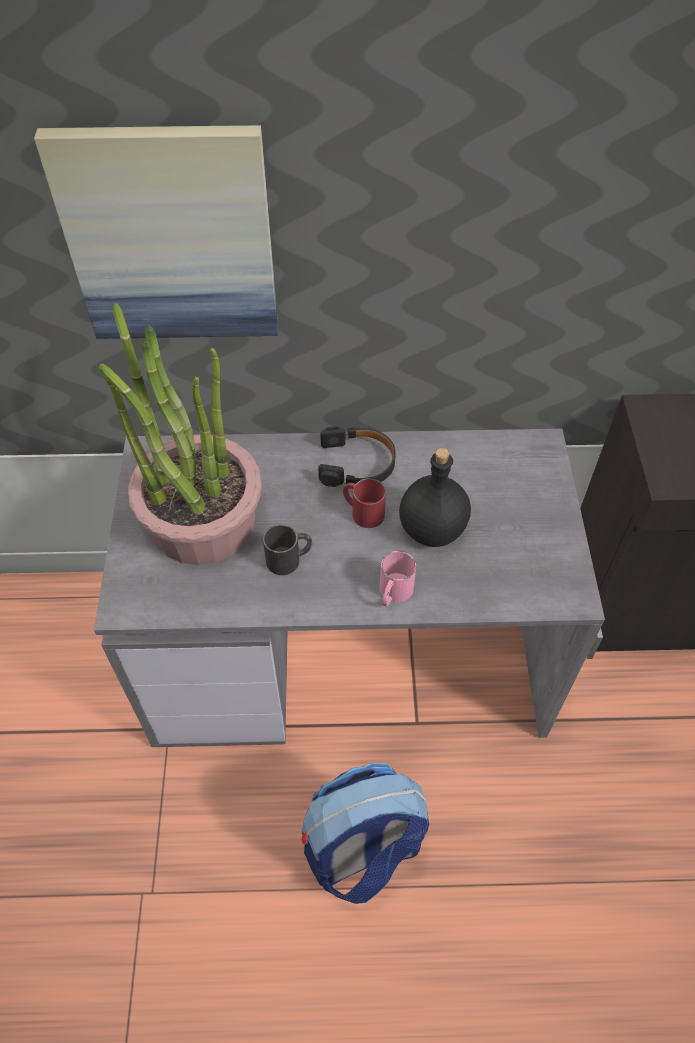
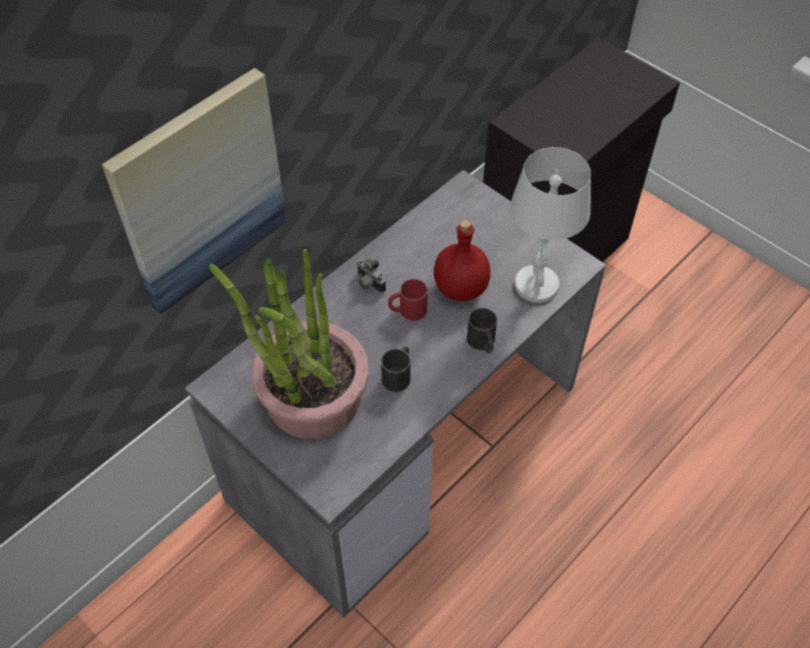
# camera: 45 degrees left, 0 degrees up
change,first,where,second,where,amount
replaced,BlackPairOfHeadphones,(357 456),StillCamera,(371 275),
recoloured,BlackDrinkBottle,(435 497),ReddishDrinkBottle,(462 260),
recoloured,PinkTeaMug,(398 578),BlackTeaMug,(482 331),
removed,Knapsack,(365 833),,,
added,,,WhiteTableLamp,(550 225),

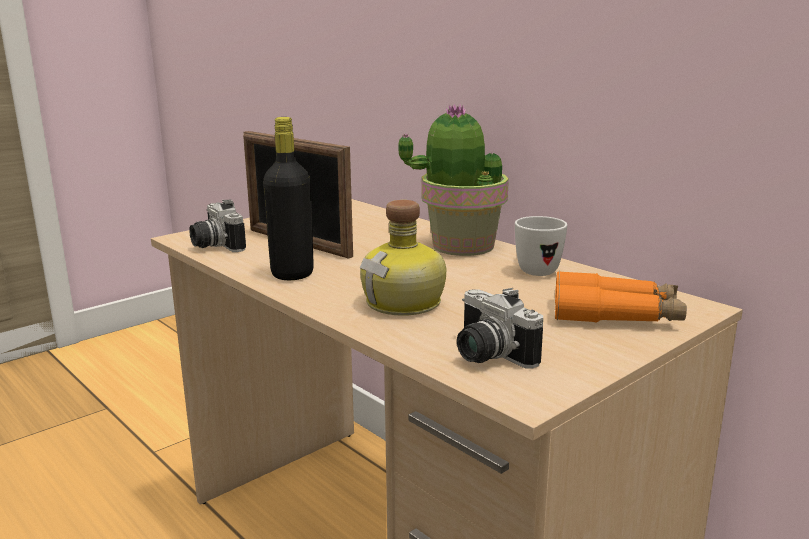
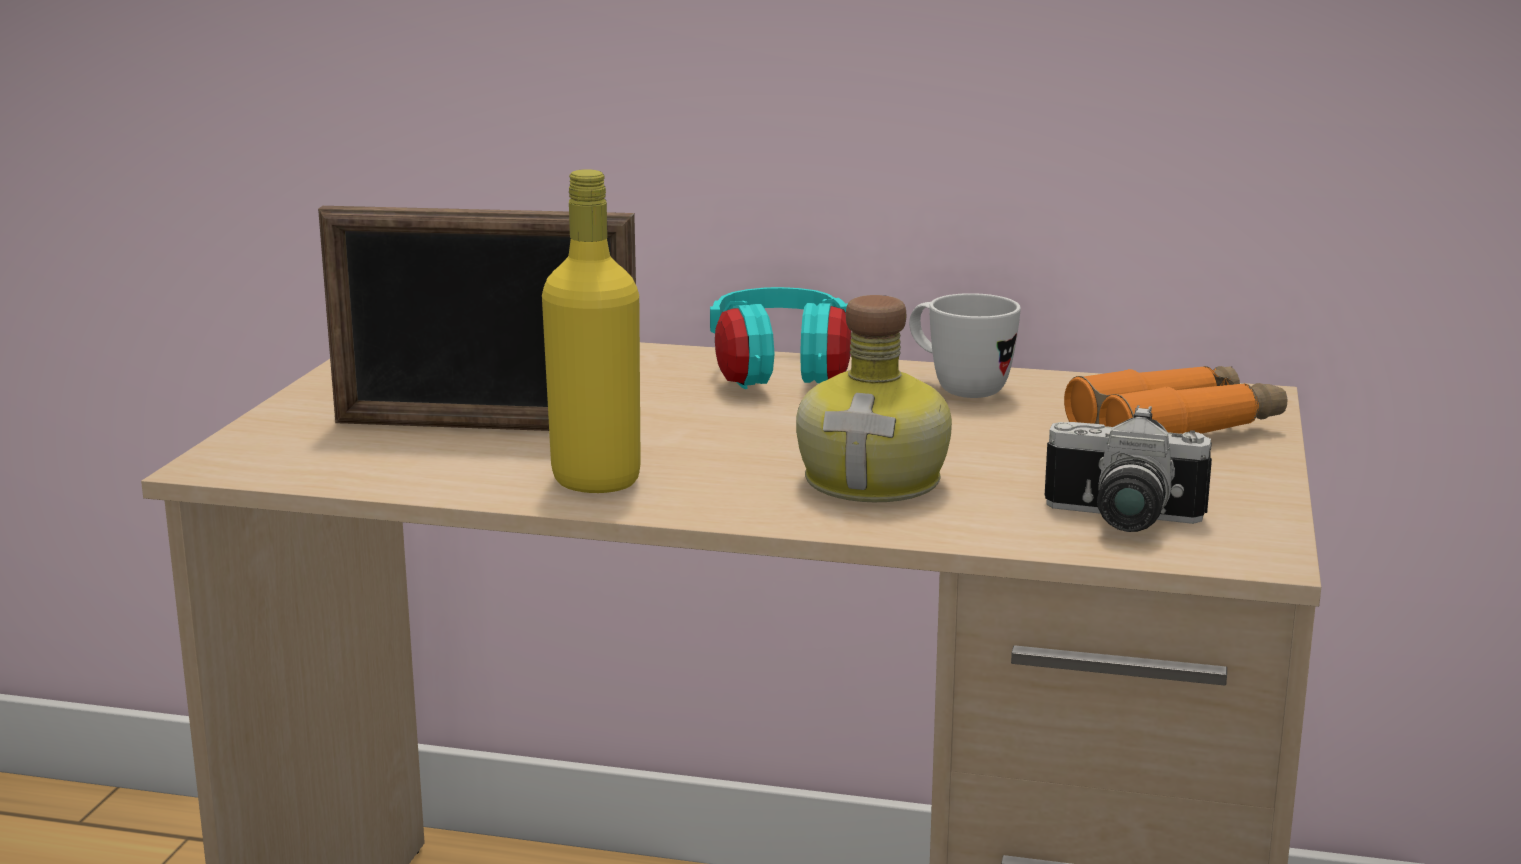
# camera: 35 degrees left, 0 degrees up
change,first,where,second,where,amount
replaced,PottedPlant,(453 180),TurquoiseColouredPairOfHeadphones,(780 338),
recoloured,BlackDrinkBottle,(288 198),YellowColouredDrinkBottle,(591 331),
removed,StillCamera,(217 226),,,

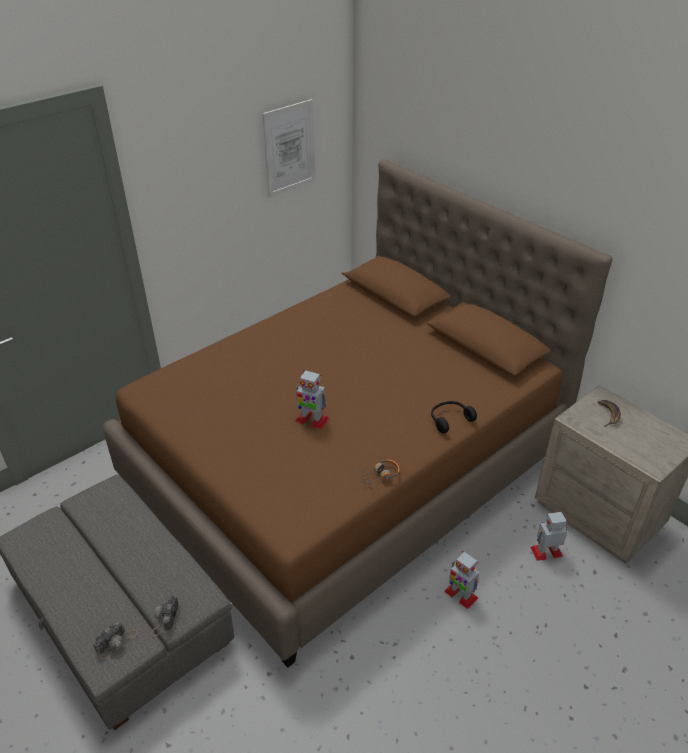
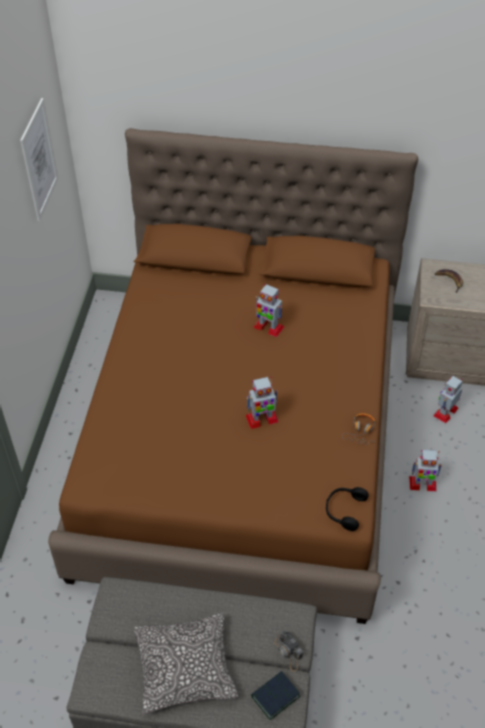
# camera: 40 degrees left, 10 degrees up
change,first,where,second,where,amount
moved,BlackPairOfHeadphones,(454 417),,(347 509),
replaced,StillCamera,(115 640),Book,(275 695),
added,,,ToyRobot,(268 310),
added,,,ThrowPillow,(186 663),

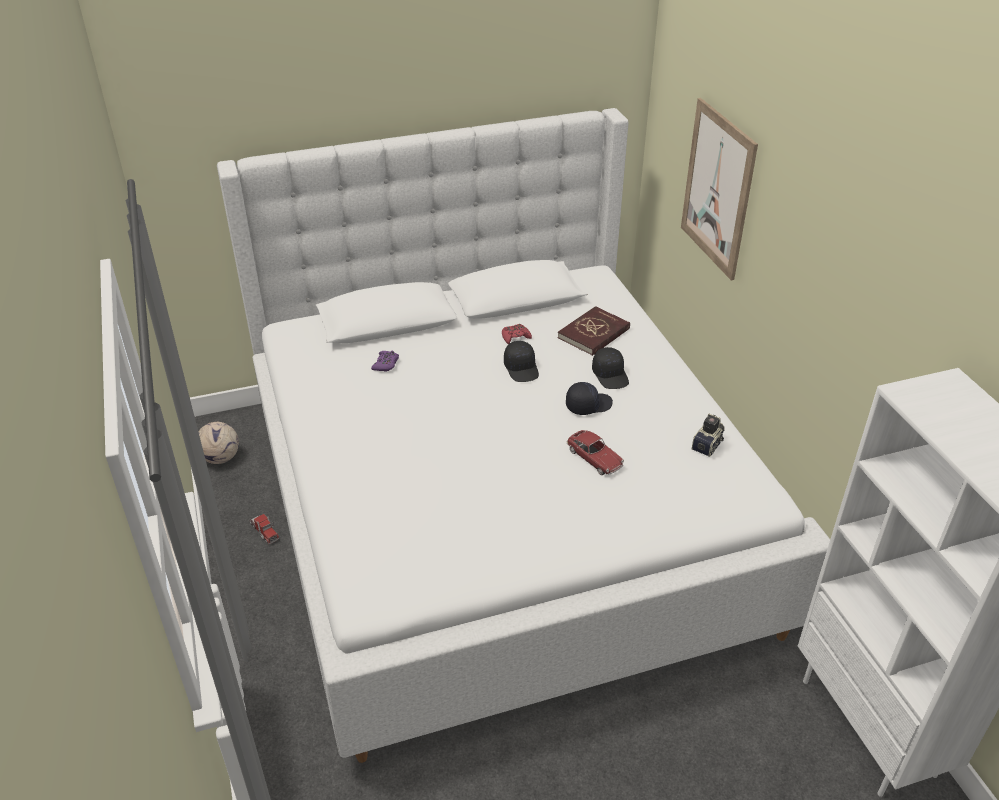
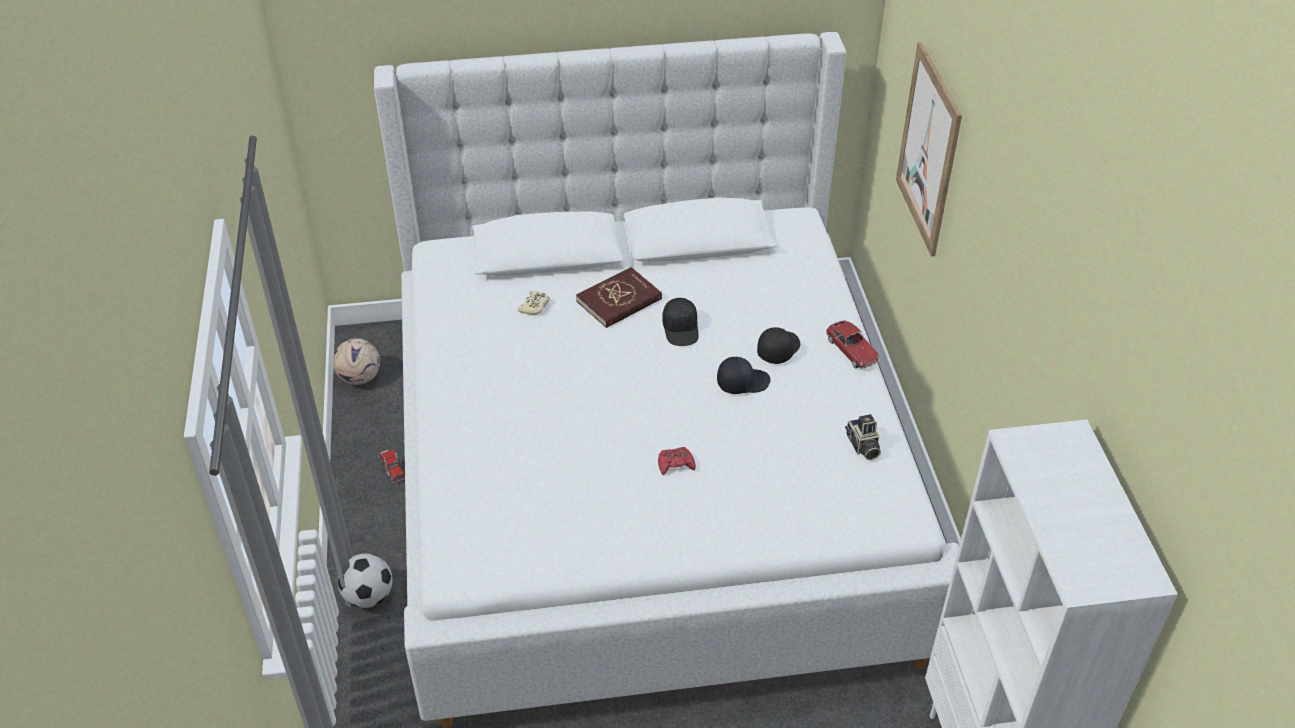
# camera: 10 degrees right, 5 degrees up
change,first,where,second,where,amount
moved,ReddishBook,(594 331),,(619 297),
moved,ReddishGamepad,(517 334),,(677 461),
turned,BlackPeakedCap,(610 368),,(778 345),135 degrees counterclockwise
recoloured,PurplishGamepad,(385 361),SandColouredGamepad,(533 303),
turned,StillCamera,(708 435),,(863 437),120 degrees clockwise
moved,MiniatureCar,(595 452),,(853 344),
added,,,Football,(365 580),

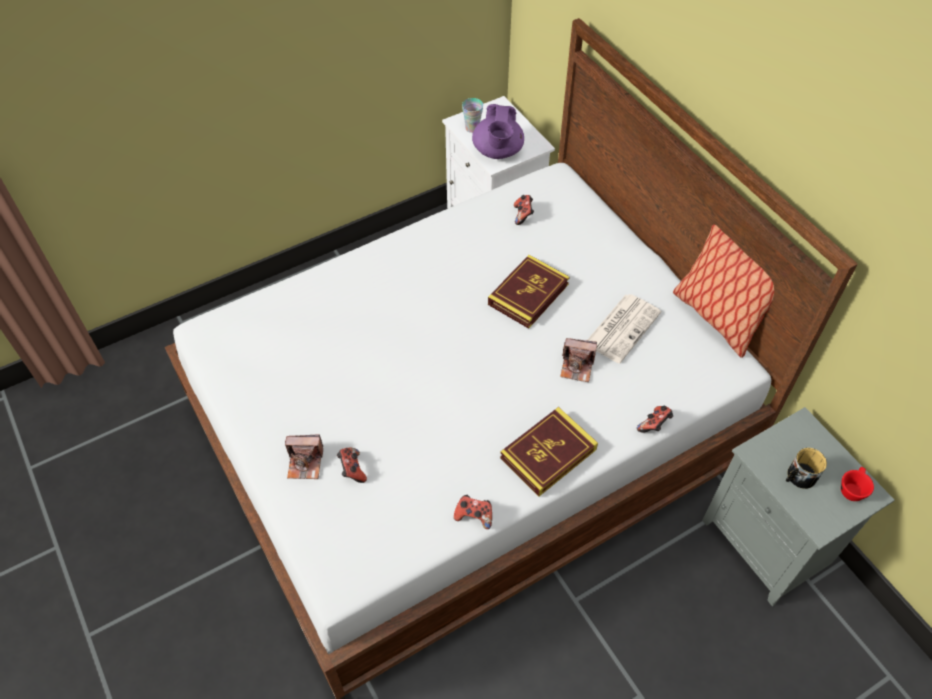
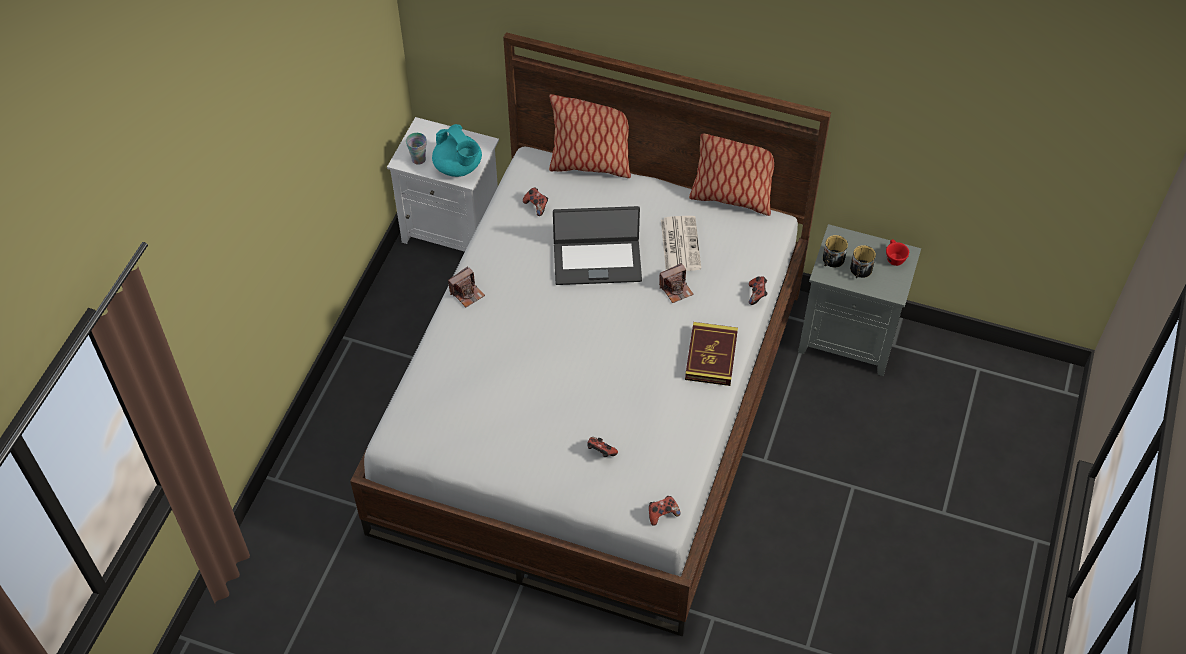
# camera: 40 degrees left, 0 degrees up
change,first,where,second,where,amount
recoloured,PurplishTeaPot,(498 131),TurquoiseColouredTeaPot,(457 150),
replaced,Book,(528 292),Laptop,(597 245),
moved,StillCamera,(304 456),,(466 286),
moved,Gamepad,(473 512),,(664 511),
added,,,ThrowPillow,(590 136),
added,,,TeaMug,(835 251),

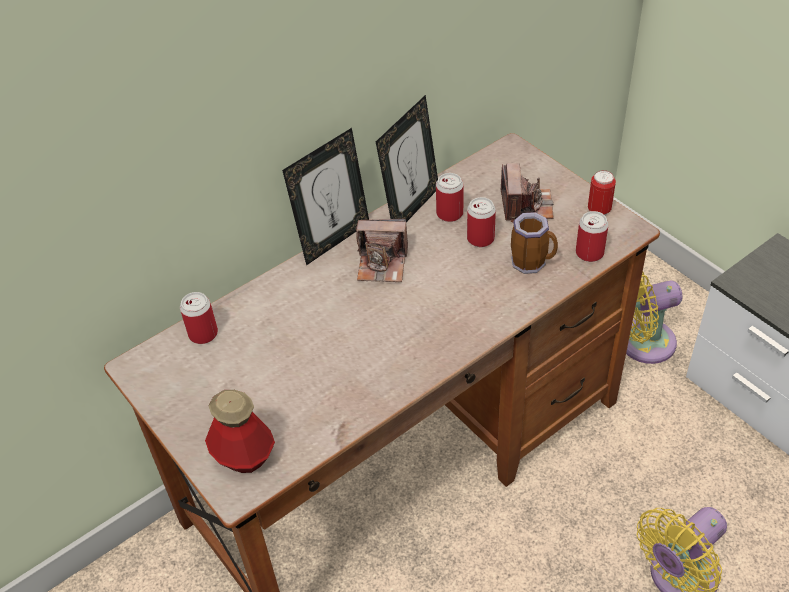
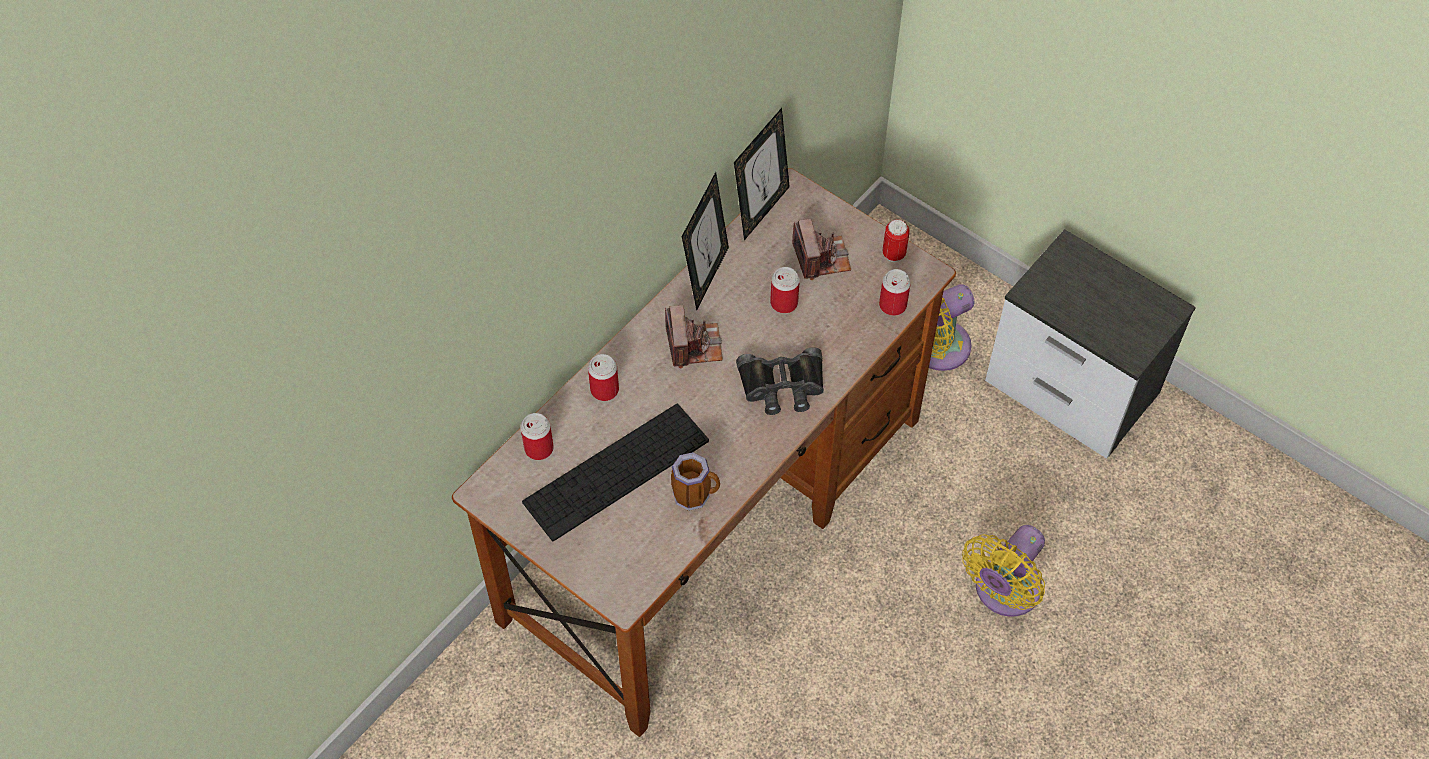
# camera: 15 degrees left, 10 degrees up
change,first,where,second,where,amount
moved,StandingFrame,(325 196),,(762 174),
moved,MetalCan,(450 197),,(603 377),
moved,TeaMug,(534 243),,(695 481),
turned,StillCamera,(382 250),,(694 337),90 degrees counterclockwise
removed,DrinkBottle,(240 431),,,
added,,,BlackFieldGlasses,(780 381),
added,,,Keyboard,(615 472),

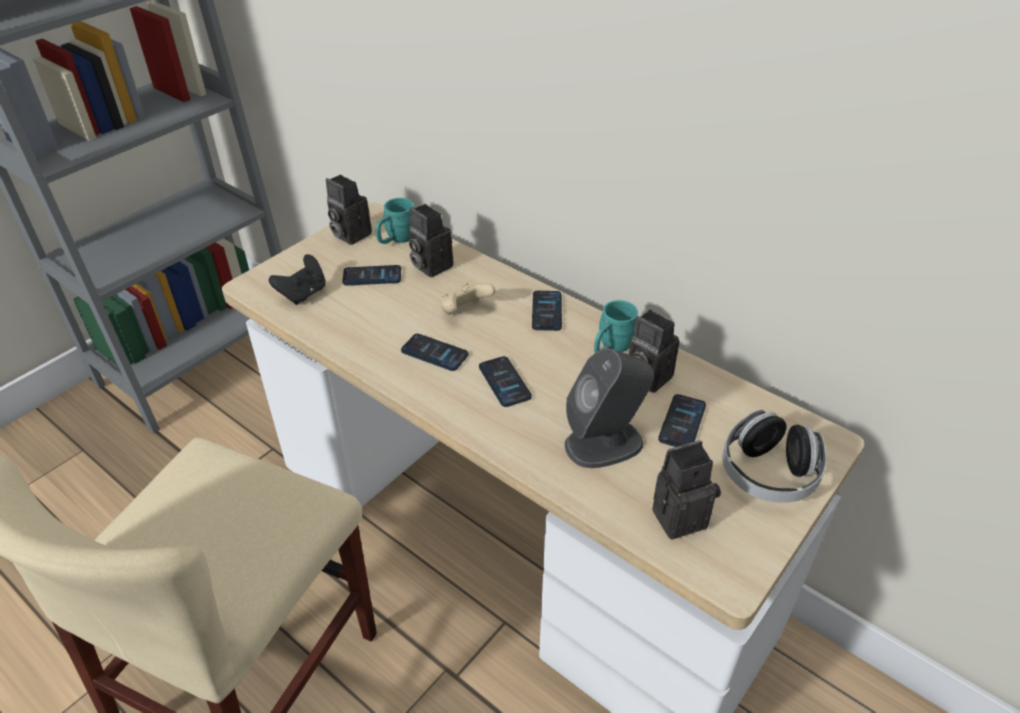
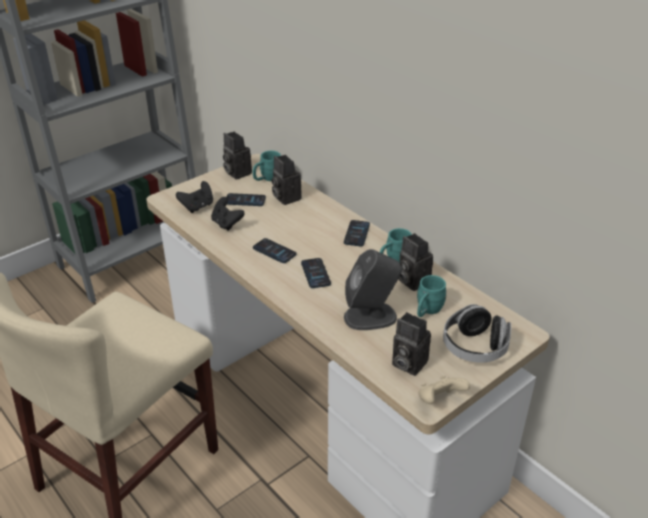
# camera: 10 degrees right, 5 degrees down
change,first,where,second,where,amount
moved,SandColouredGamepad,(467 299),,(444 390),
replaced,Telephone,(682 420),TurquoiseColouredTeaMug,(432 296),
turned,StillCamera,(686 490),,(411 344),135 degrees counterclockwise
added,,,BlackGamepad,(228 214),

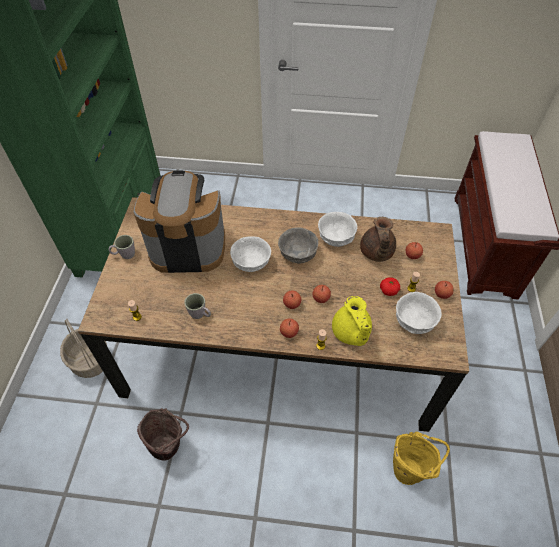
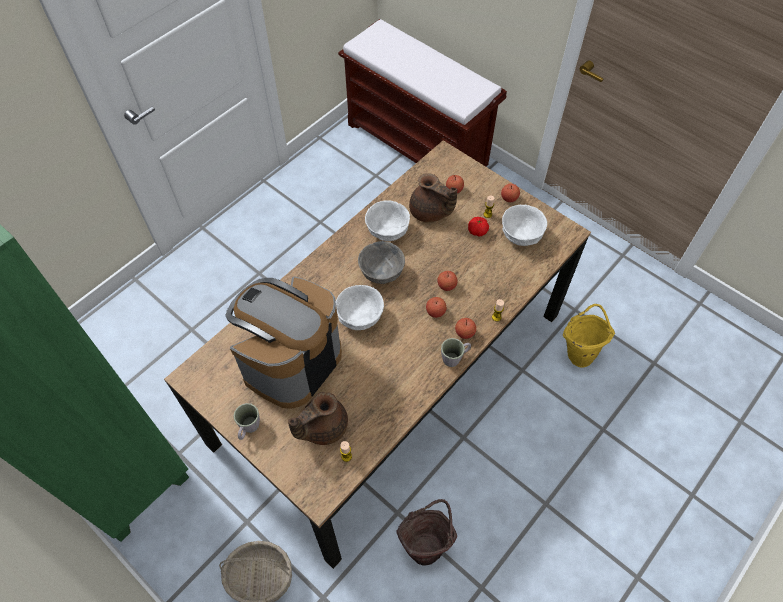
# camera: 55 degrees left, 5 degrees up
change,first,where,second,where,amount
moved,GreyishTeaMug,(197 306),,(456 352),
removed,YellowColouredTeaPot,(352 321),,,
added,,,BrownTeaPot,(318 418),

